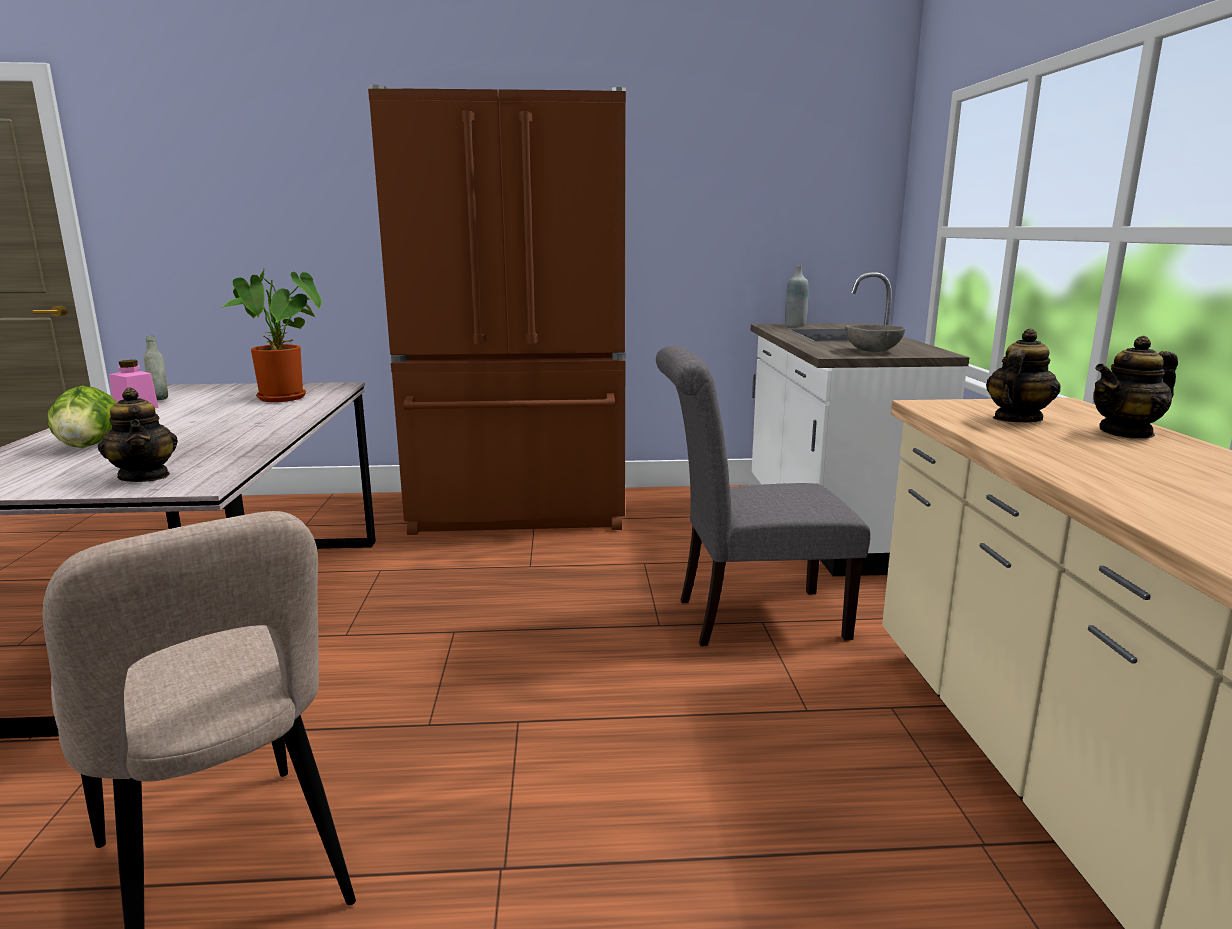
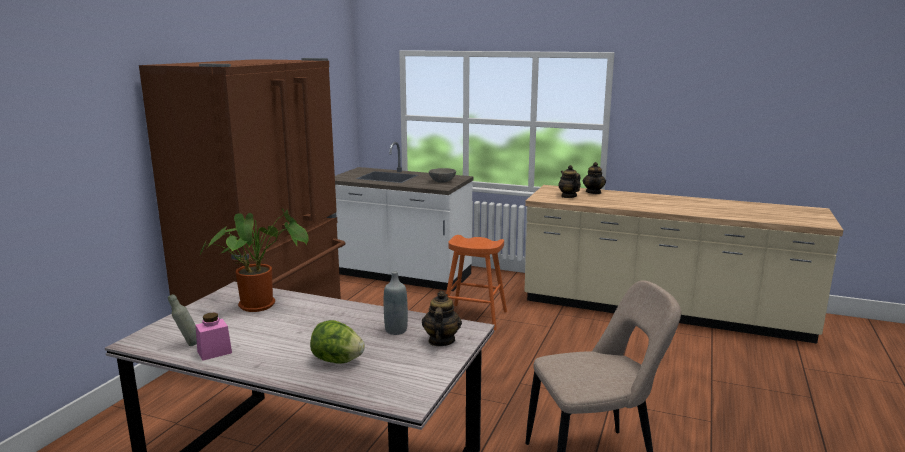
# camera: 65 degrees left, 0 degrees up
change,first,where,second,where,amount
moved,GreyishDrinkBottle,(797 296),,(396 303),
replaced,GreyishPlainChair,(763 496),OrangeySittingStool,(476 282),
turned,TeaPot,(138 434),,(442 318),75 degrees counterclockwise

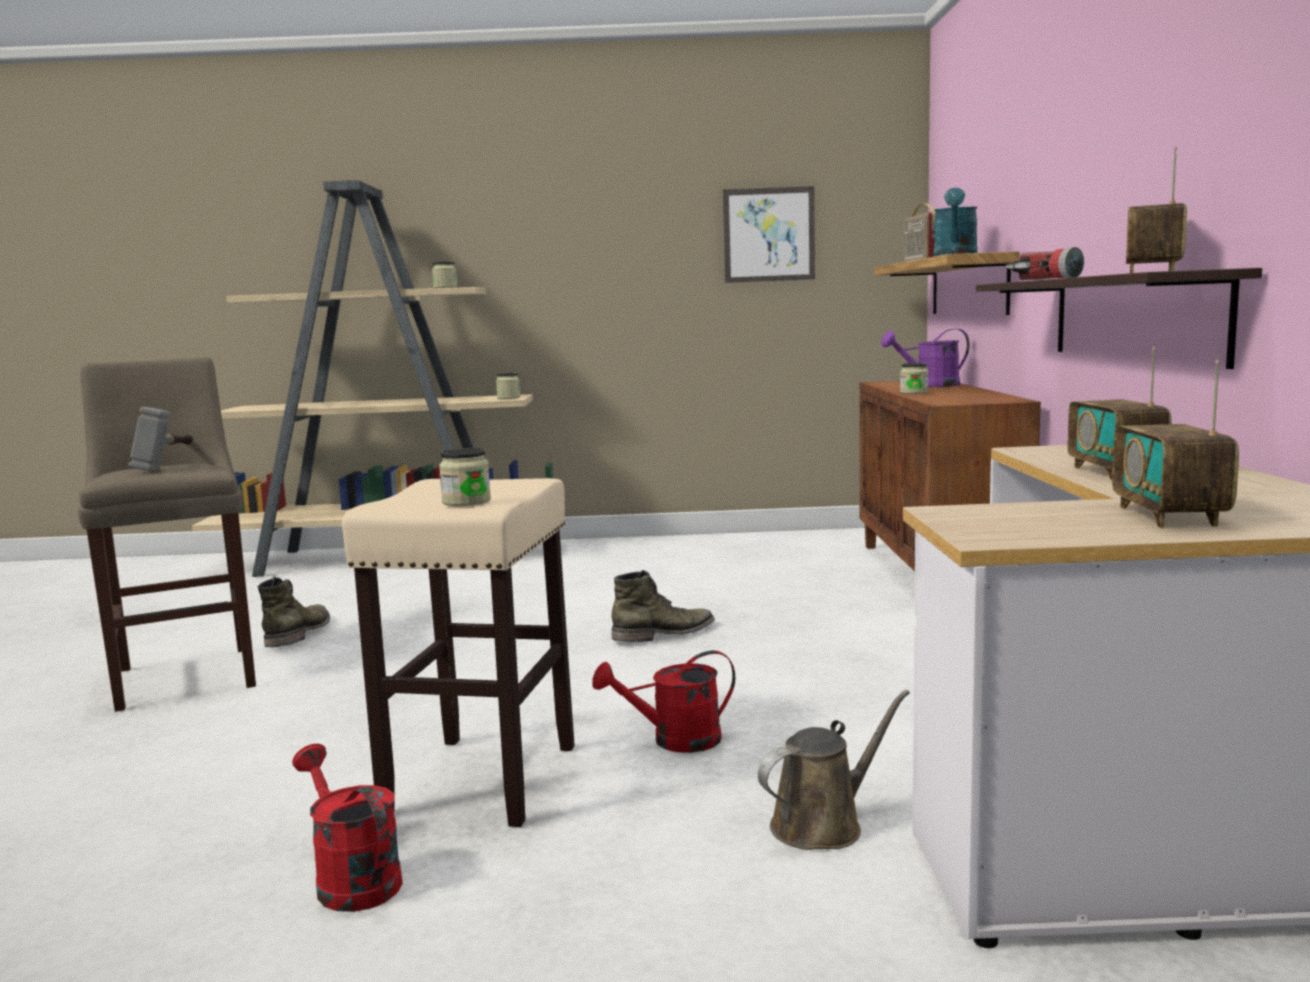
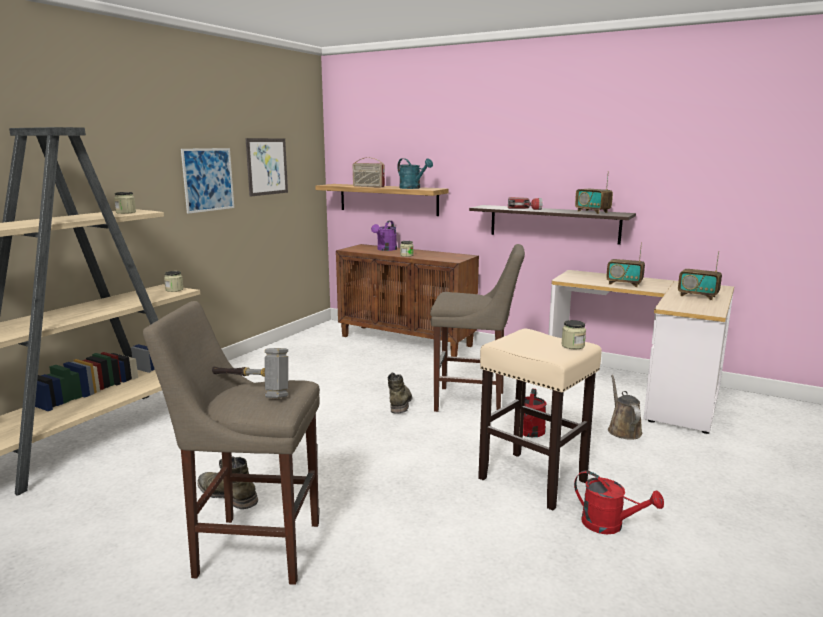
# camera: 60 degrees left, 5 degrees up
change,first,where,second,where,amount
turned,ReddishSprinklingCan,(347 828),,(619 502),135 degrees counterclockwise
added,,,WallArt,(207 181),
added,,,SandColouredSittingStool,(477 328),

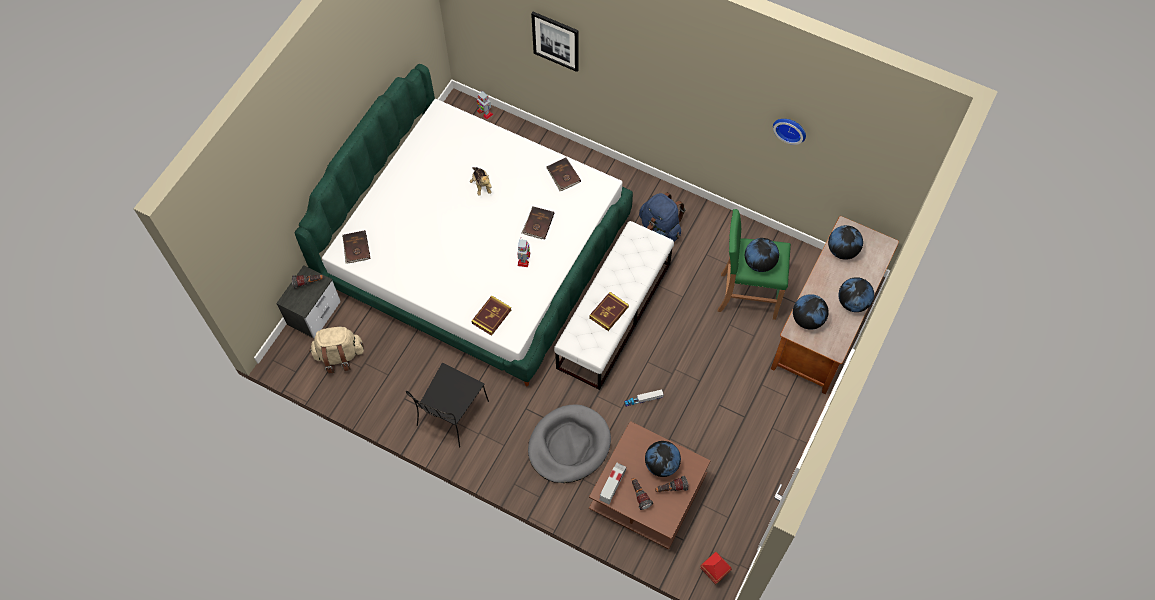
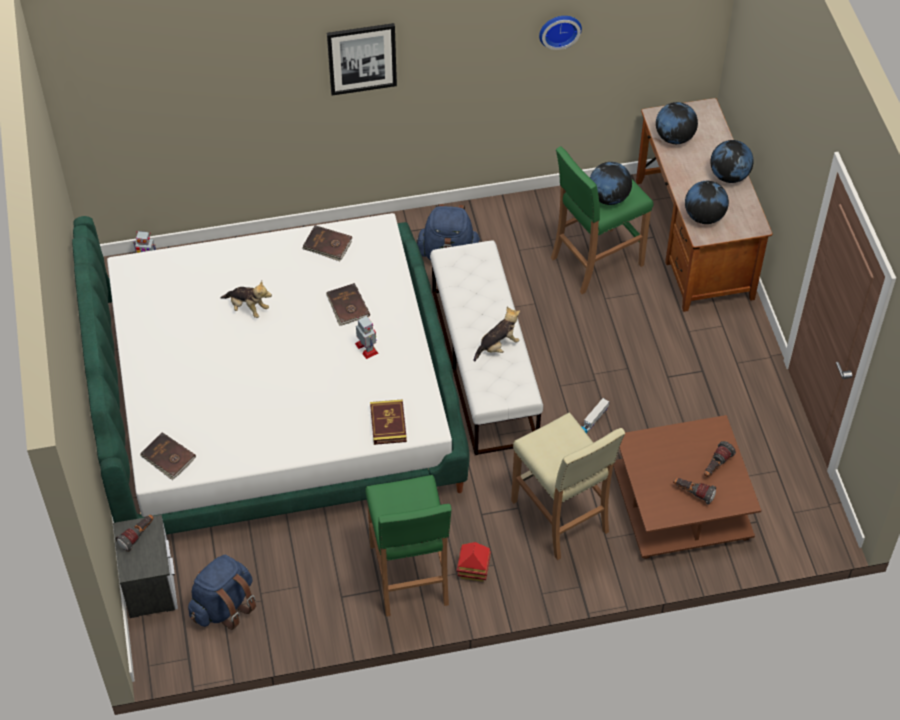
# camera: 40 degrees left, 10 degrees down
change,first,where,second,where,amount
moved,WallArt,(555 42),,(362 59),
replaced,Book,(609 311),CuddlyToy,(497 334),
recoloured,SandColouredKnapsack,(336 350),BlueColouredKnapsack,(222 592),
replaced,BlackPlainChair,(447 405),GreenColouredSittingStool,(408 546),
replaced,GreyishDogBed,(569 443),SandColouredSittingStool,(568 486),
removed,Globe,(663 459),,,
removed,ToyLorry,(613 483),,,
moved,ModelHouse,(716 568),,(474 562),

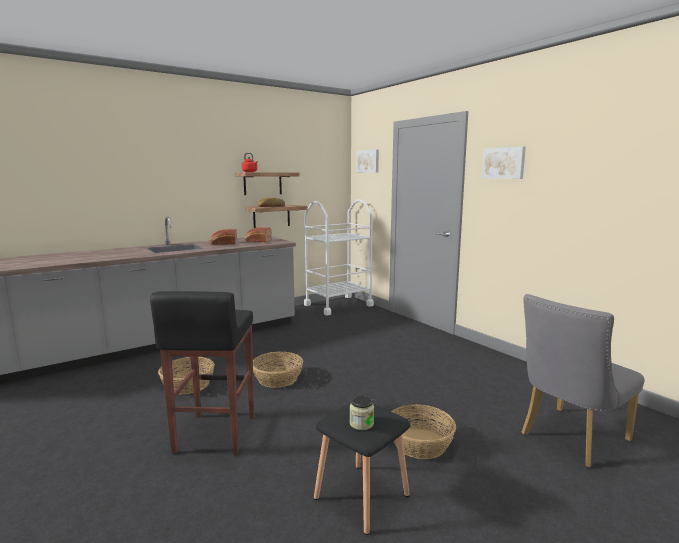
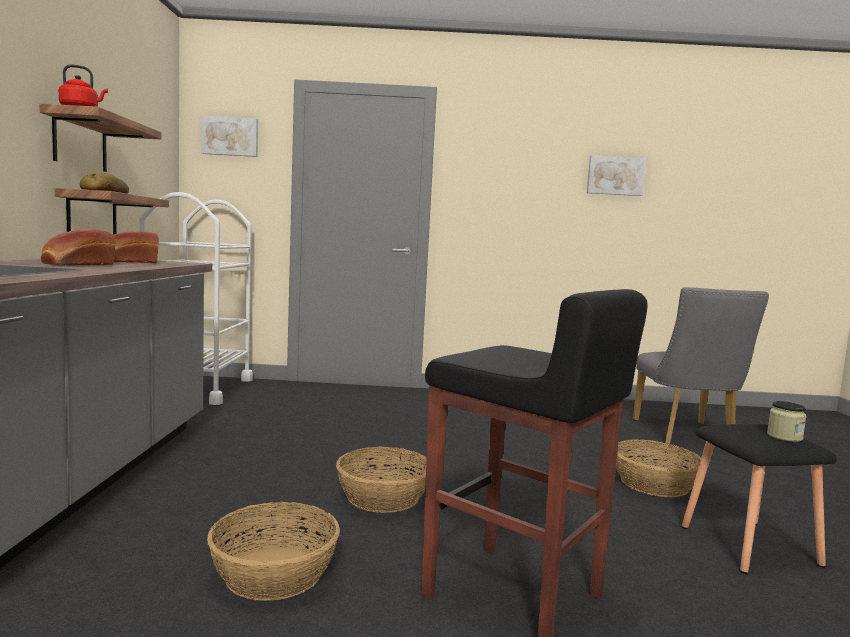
# camera: 55 degrees left, 5 degrees down
change,first,where,second,where,amount
moved,WallArt,(503 162),,(616 175),

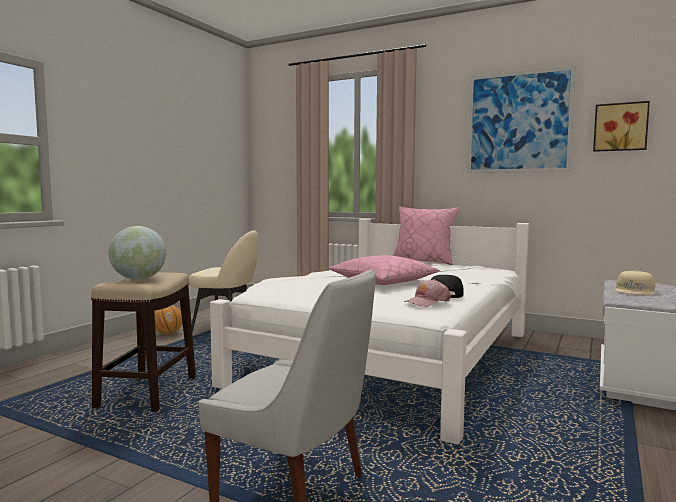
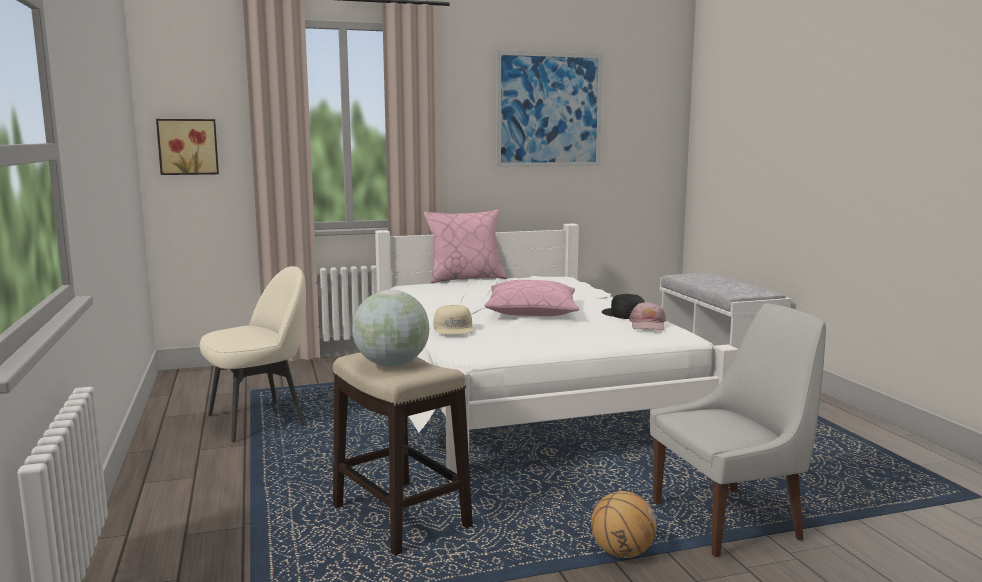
# camera: 45 degrees left, 5 degrees up
change,first,where,second,where,amount
moved,WallArt,(621 126),,(187 147),
moved,SandColouredPeakedCap,(635 283),,(454 320),
moved,BallForBasketball,(168 319),,(623 524),

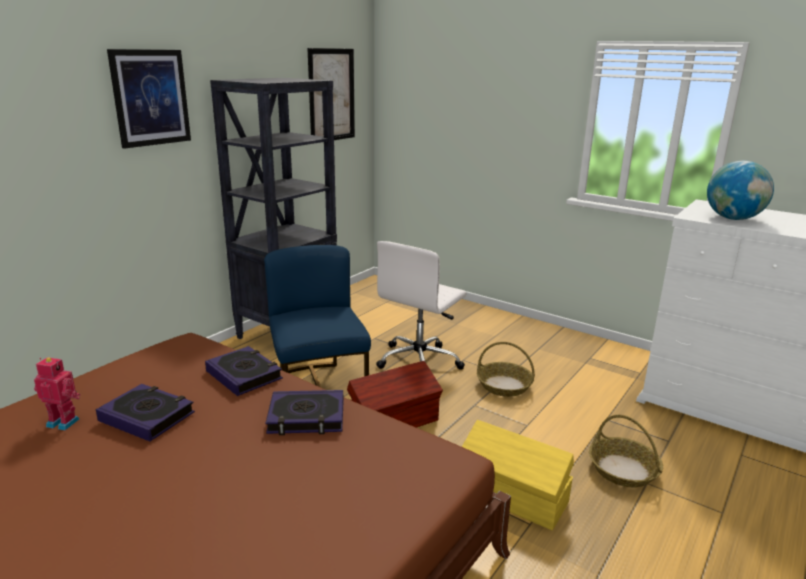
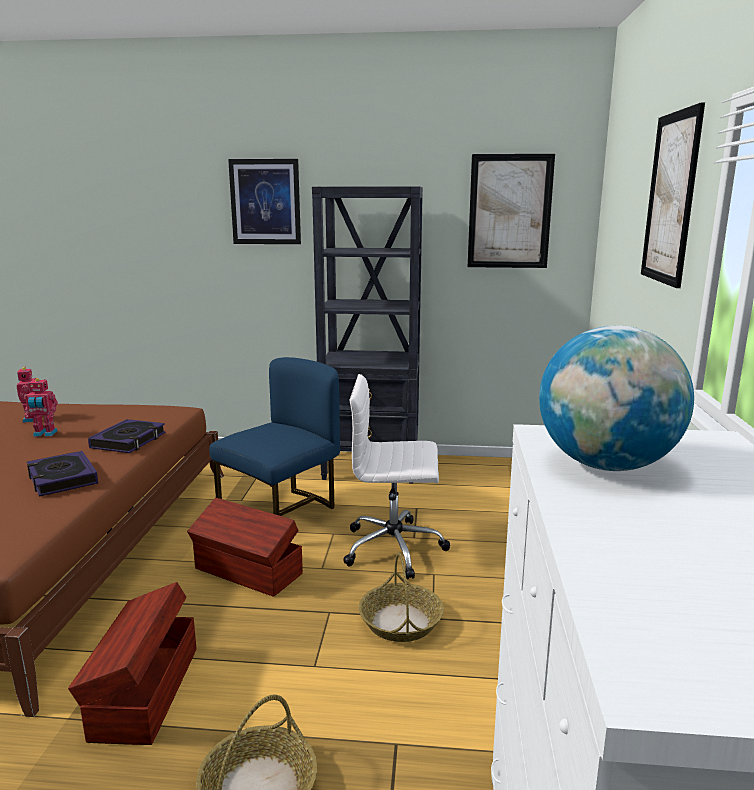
# camera: 60 degrees right, 5 degrees down
change,first,where,second,where,amount
replaced,Book,(145 412),ToyRobot,(41 407),
recoloured,YellowColouredStorageContainer,(518 475),BrownStorageContainer,(132 663),
added,,,WallArt,(673 195),

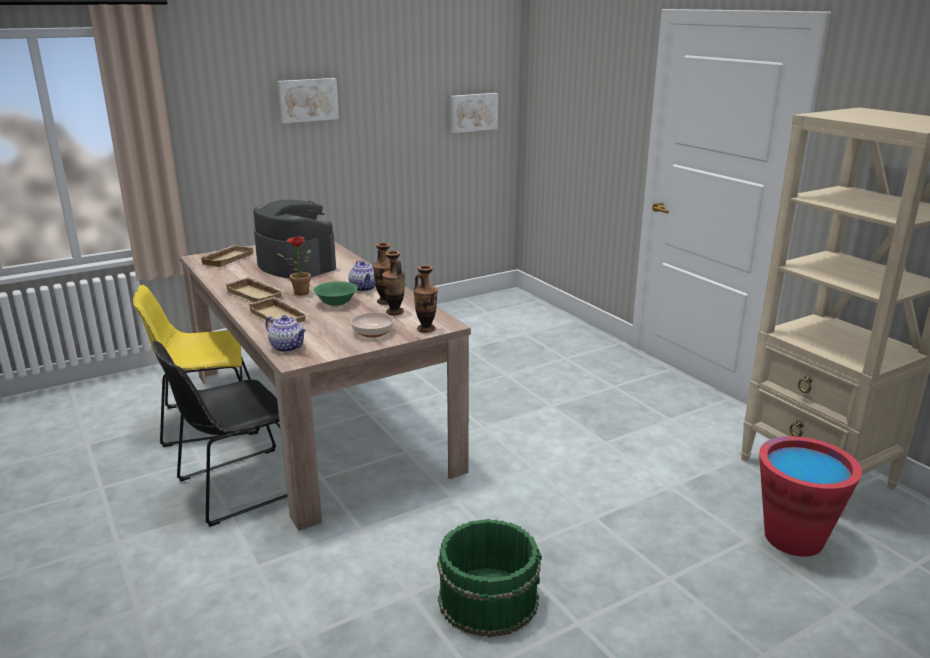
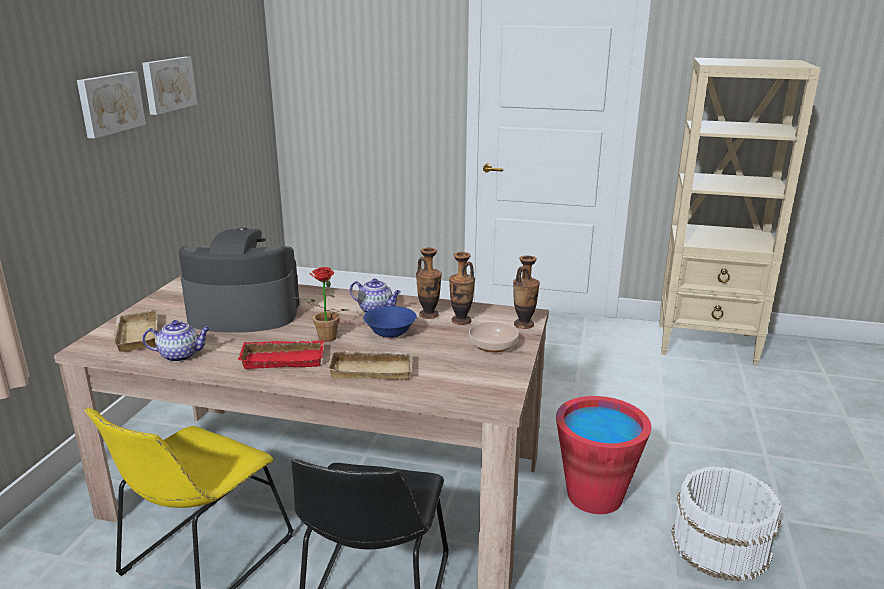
# camera: 45 degrees left, 0 degrees up
change,first,where,second,where,amount
moved,WallArt,(474 113),,(169 86),
recoloured,SandColouredCarryingTray,(254 290),ReddishCarryingTray,(281 355),
recoloured,GreenColouredBowl,(335 294),BlueColouredBowl,(390 322),
moved,TeaPot,(285 333),,(176 341),
moved,ReddishWaterBucket,(810 496),,(604 455),
recoloured,GreenColouredWaterBucket,(489 578),WhiteWaterBucket,(726 524),

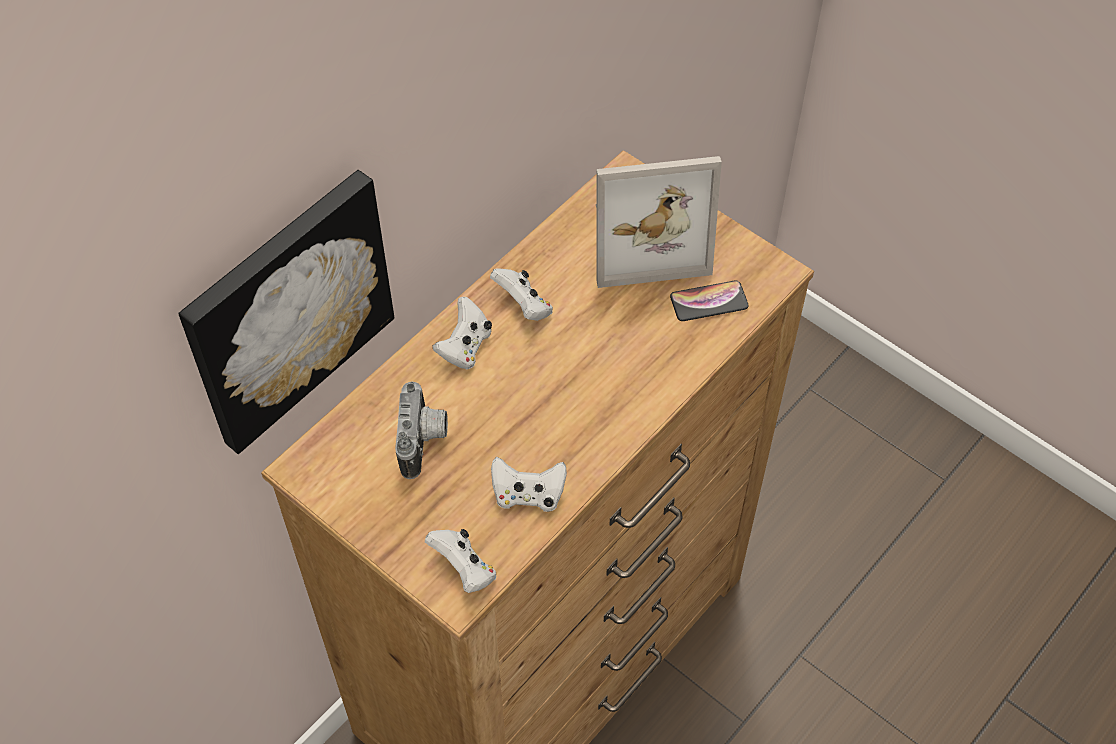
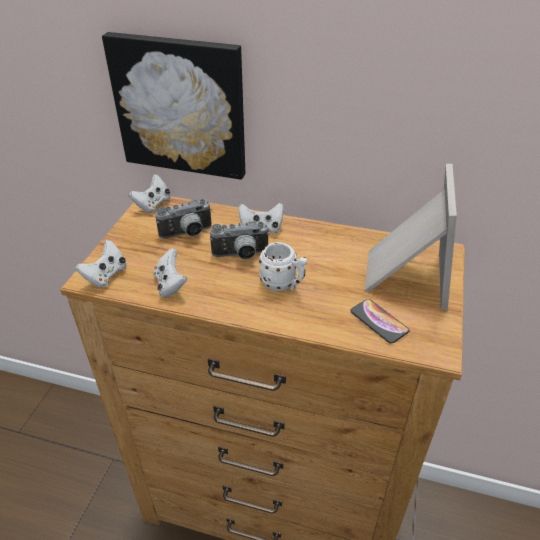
# camera: 65 degrees right, 15 degrees down
change,first,where,second,where,amount
turned,StandingFrame,(659 222),,(410 237),135 degrees counterclockwise
moved,WhiteGamepad,(521 294),,(149 193),
added,,,StillCamera,(239 240),
added,,,WhiteTeaMug,(283 266),

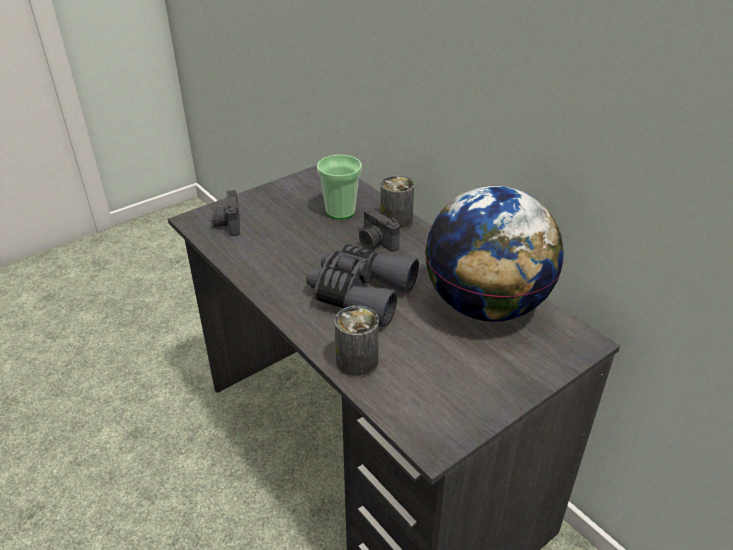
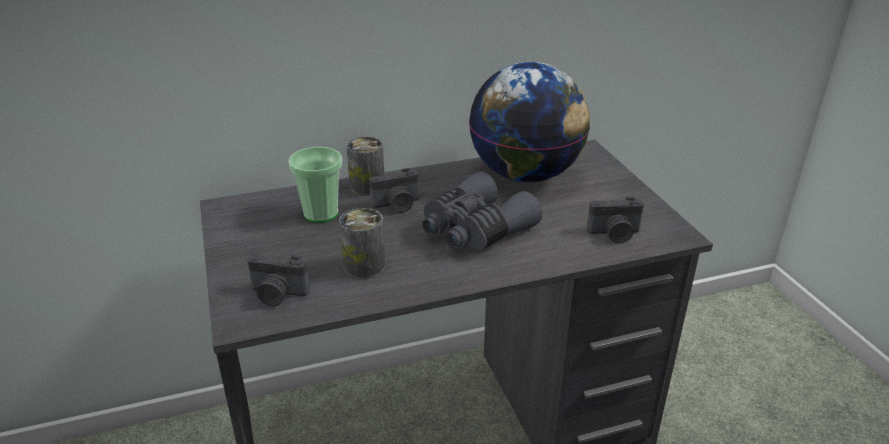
# camera: 70 degrees left, 5 degrees down
change,first,where,second,where,amount
moved,MetalCan,(357 342),,(362 243),
added,,,StillCamera,(615 220),

